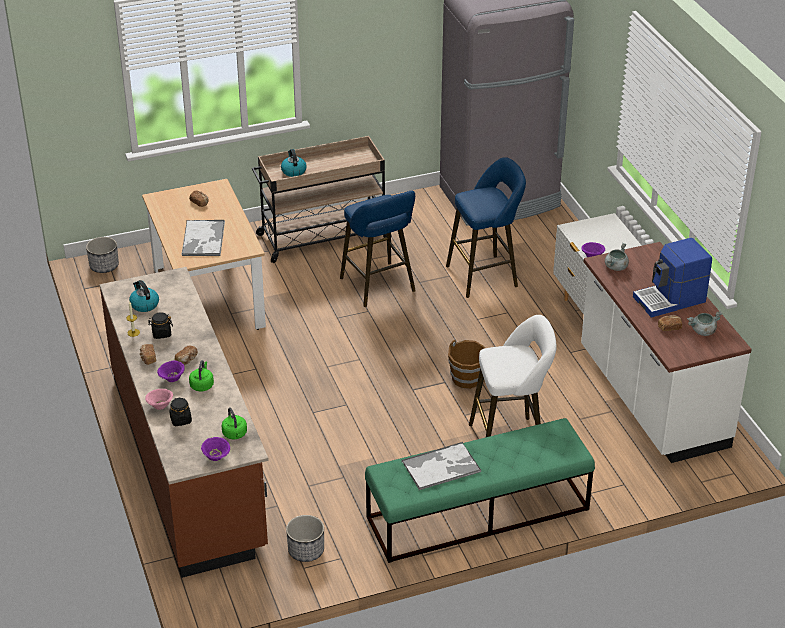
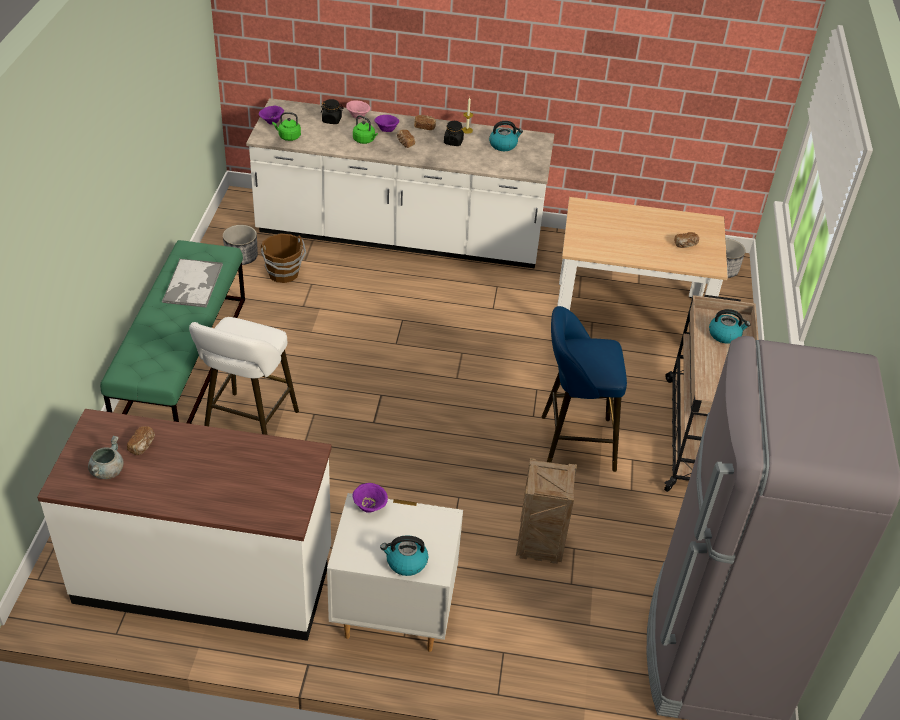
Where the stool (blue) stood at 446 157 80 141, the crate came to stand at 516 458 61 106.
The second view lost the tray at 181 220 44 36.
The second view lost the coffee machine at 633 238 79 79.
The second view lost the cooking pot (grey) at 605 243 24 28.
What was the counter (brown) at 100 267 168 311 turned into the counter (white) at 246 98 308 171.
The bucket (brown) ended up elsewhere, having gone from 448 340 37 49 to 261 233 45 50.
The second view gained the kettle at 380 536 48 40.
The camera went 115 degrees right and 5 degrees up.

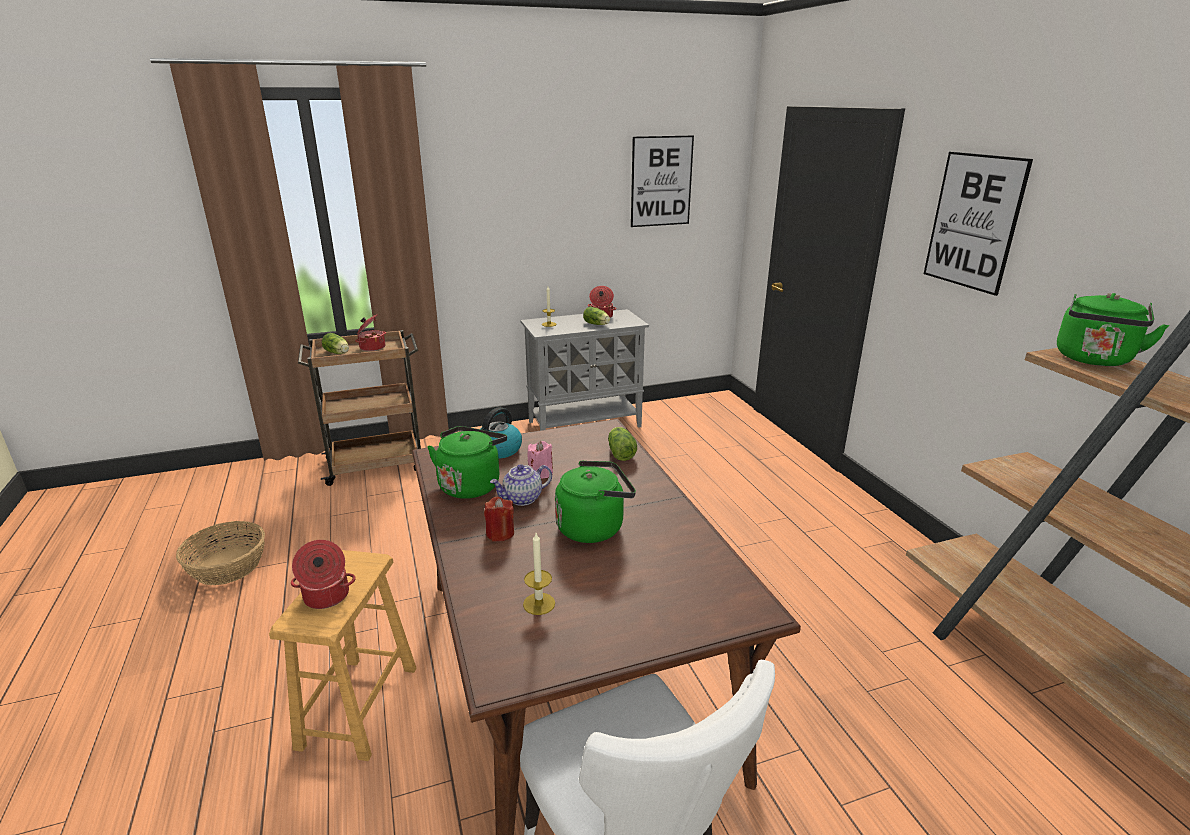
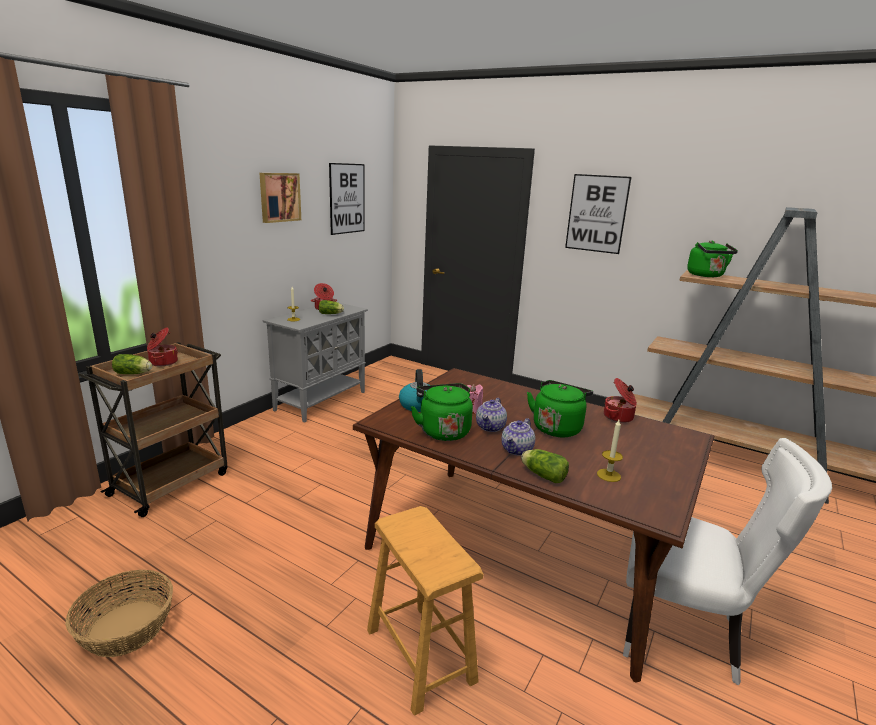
The lettuce ended up elsewhere, having gone from 608 427 29 34 to 521 449 48 34.
Where the candle (red) stood at 484 497 30 44, the teapot came to stand at 501 418 34 38.
The cooking pot ended up elsewhere, having gone from 291 540 64 69 to 604 378 33 45.
The second view gained the picture at 259 173 42 50.
The camera went 40 degrees left and 5 degrees down.

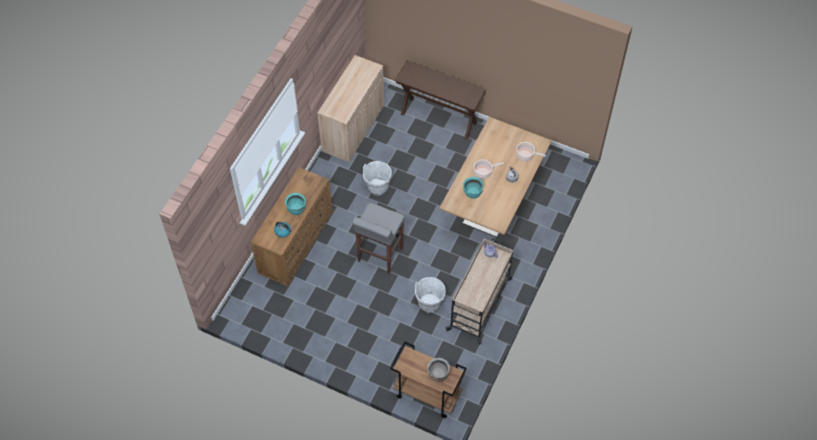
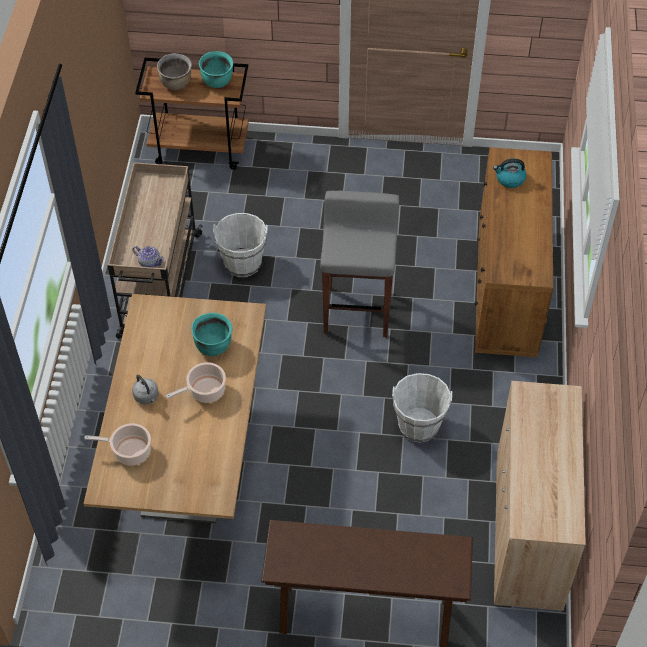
The cooking pot (turquoise) ended up elsewhere, having gone from 285 193 21 22 to 199 51 34 37.
The camera went 160 degrees right and 5 degrees down.

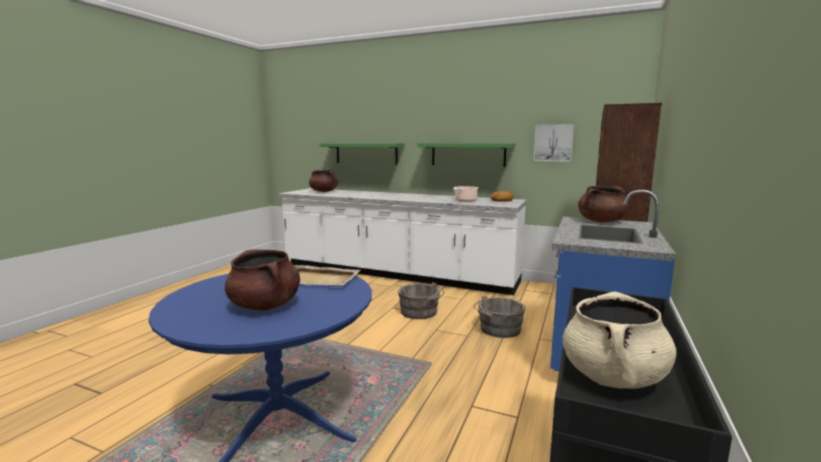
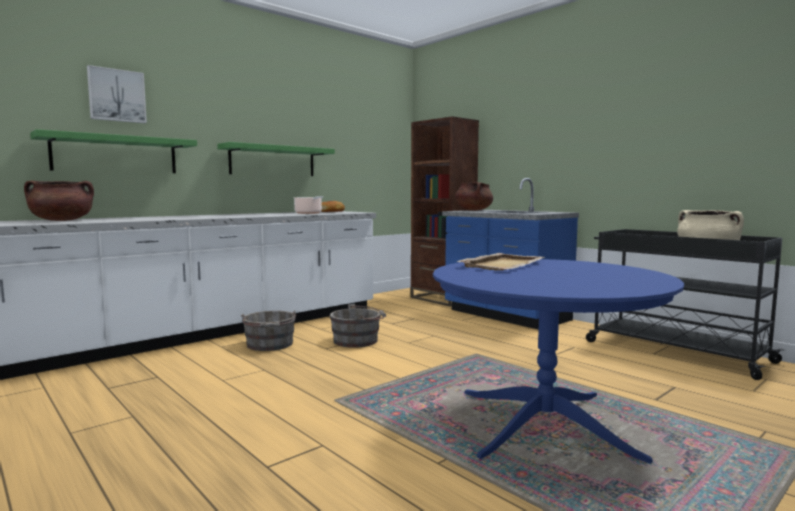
The picture ended up elsewhere, having gone from 534 124 40 38 to 87 65 60 58.
The second view lost the cooking pot (brown) at 225 249 75 62.
The bucket (grey) ended up elsewhere, having gone from 474 295 52 43 to 241 310 56 41.
The camera went 65 degrees left and 5 degrees down.

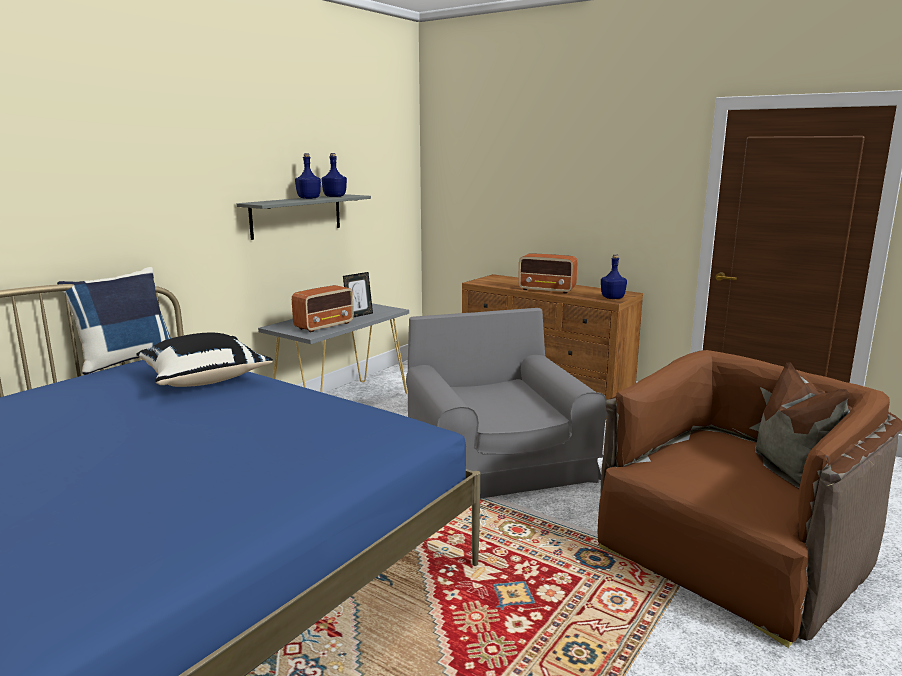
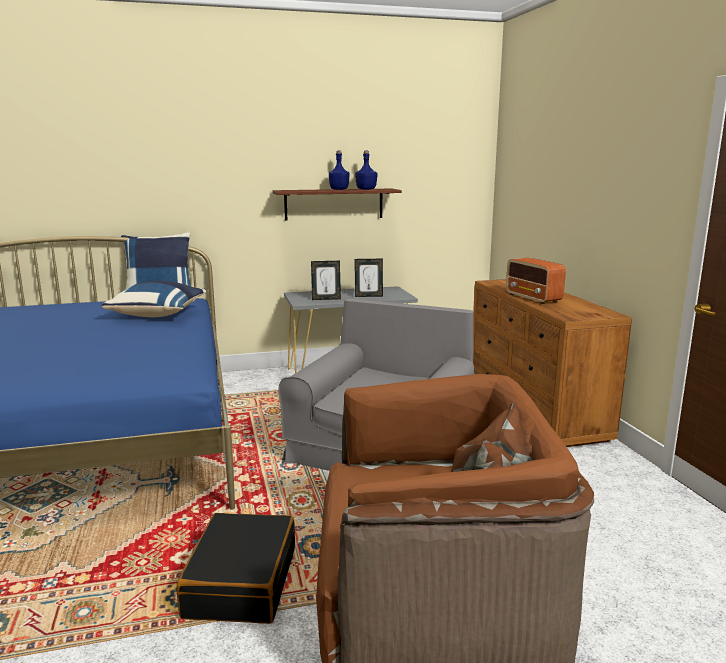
What was the shelf (grey) at 236 194 135 46 turned into the shelf (brown) at 273 189 129 32.
The second view lost the bottle (blue) at 601 254 26 45.
Where the radio stood at 292 285 62 47, the picture frame came to stand at 311 261 30 39.
What was the pillow (black) at 136 333 137 54 turned into the pillow (blue) at 102 281 104 36.
The second view gained the suitcase (black) at 177 513 118 111.
The camera went 40 degrees right and 0 degrees up.

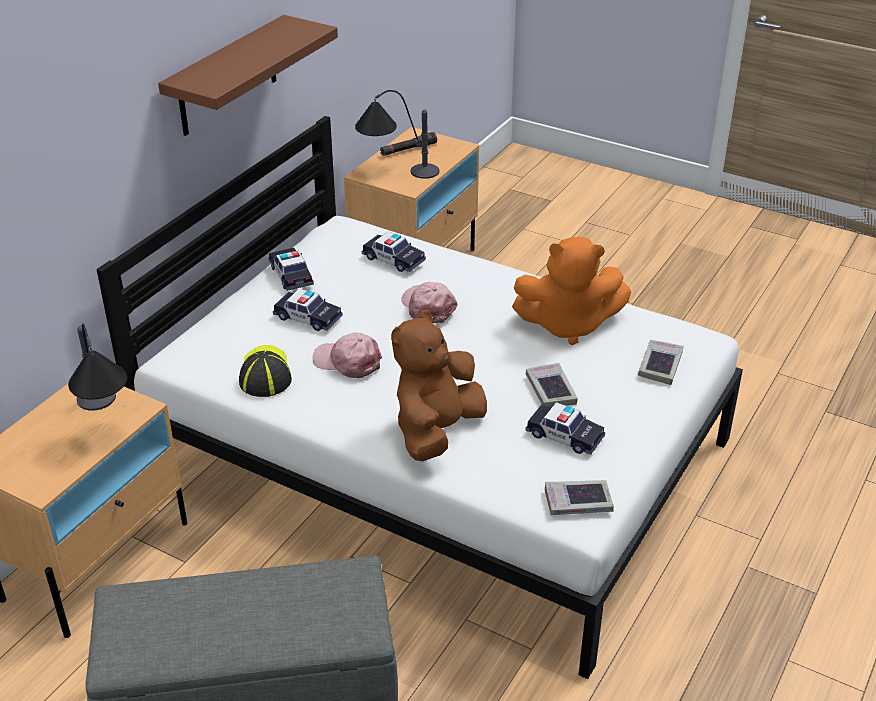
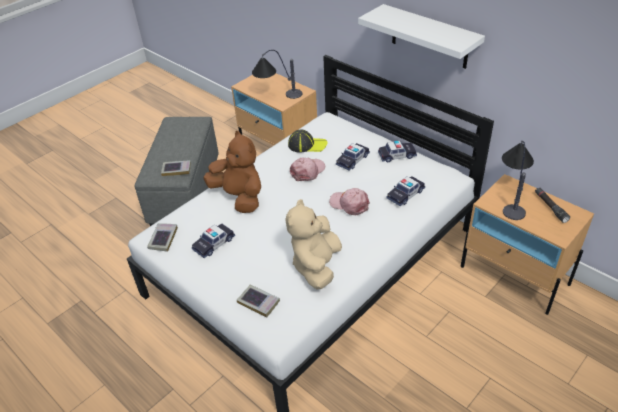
What was the shelf (brown) at 158 15 180 121 turned into the shelf (white) at 358 4 127 65.
What was the plush toy (orange) at 512 237 119 108 turned into the plush toy (beige) at 285 199 57 90.
The cap (pink) at 401 282 56 41 ended up facing another way, 135 degrees counterclockwise from before.
The book ended up elsewhere, having gone from 526 363 52 44 to 161 160 30 16.
The camera went 105 degrees right and 5 degrees up.

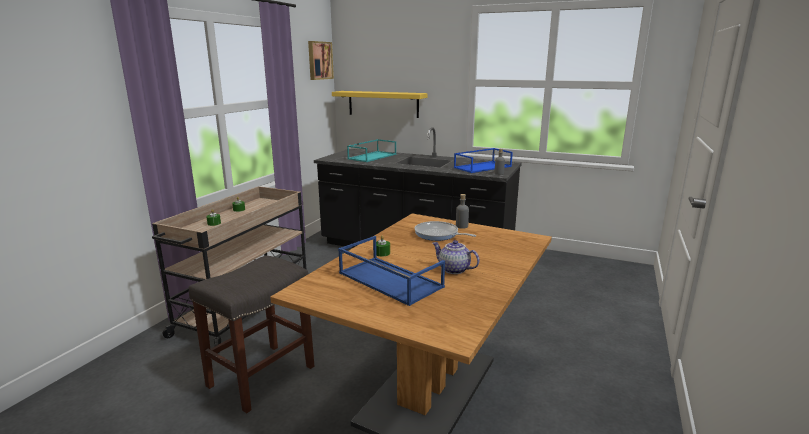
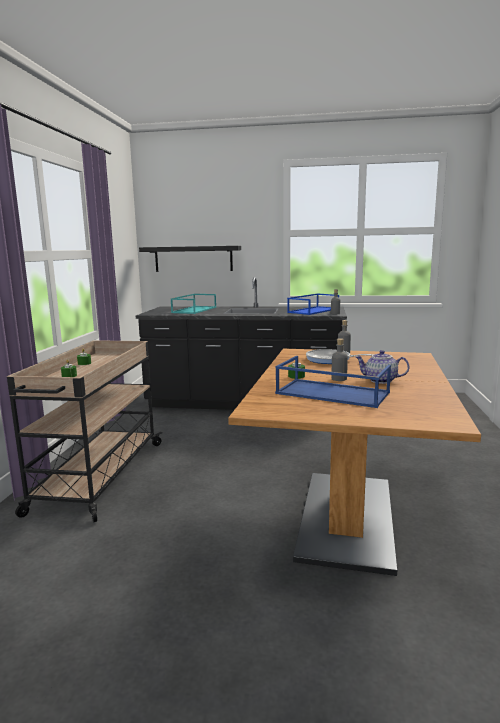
The second view lost the picture at 308 41 26 39.
What was the shelf (yellow) at 332 91 96 27 turned into the shelf (black) at 139 246 102 26.
The second view lost the stool (grey) at 189 255 125 158.
The second view gained the bottle (grey) at 332 338 16 43.
The camera went 15 degrees left and 5 degrees down.

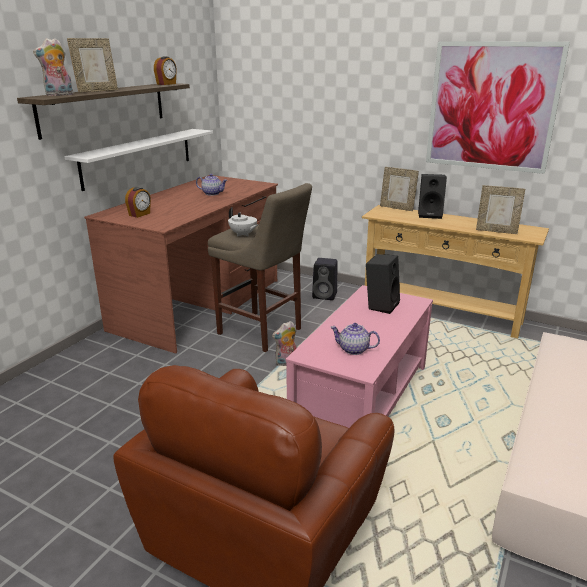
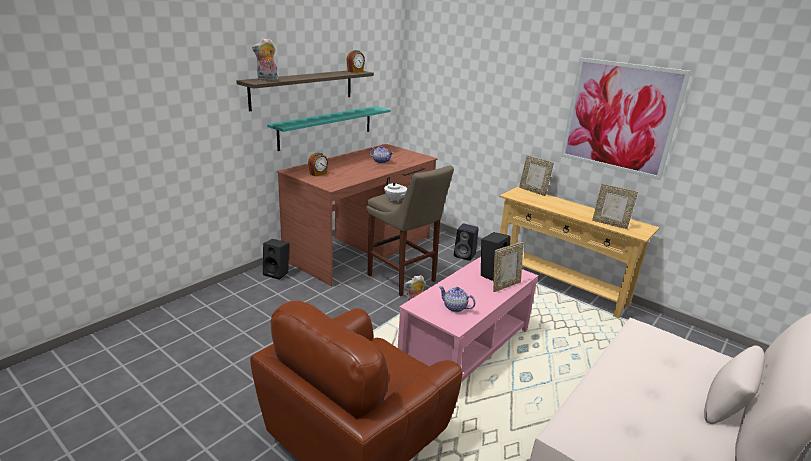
The picture frame ended up elsewhere, having gone from 67 38 51 55 to 493 242 31 50.
What was the shelf (white) at 64 129 149 62 turned into the shelf (turquoise) at 267 106 124 45.
The speaker (black) ended up elsewhere, having gone from 418 174 29 45 to 263 239 26 41.
The camera went 10 degrees right and 0 degrees up.

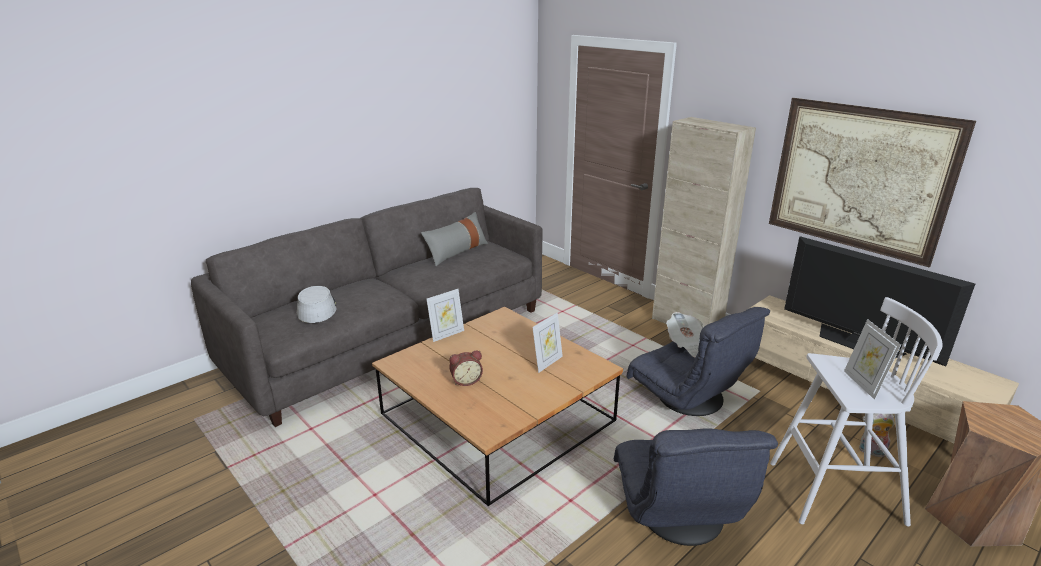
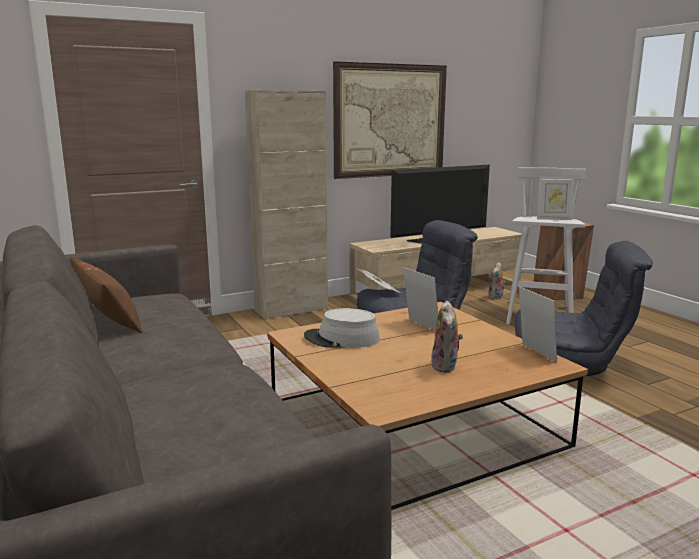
What was the pillow (grey) at 421 212 67 54 turned into the pillow (brown) at 70 256 73 77.
The hat (grey) ended up elsewhere, having gone from 297 286 40 37 to 304 308 76 40.
The picture frame ended up elsewhere, having gone from 426 289 38 53 to 519 286 38 77.
Where the alarm clock stood at 449 350 34 36, the plush toy came to stand at 431 301 32 72.
The camera went 75 degrees left and 10 degrees down.

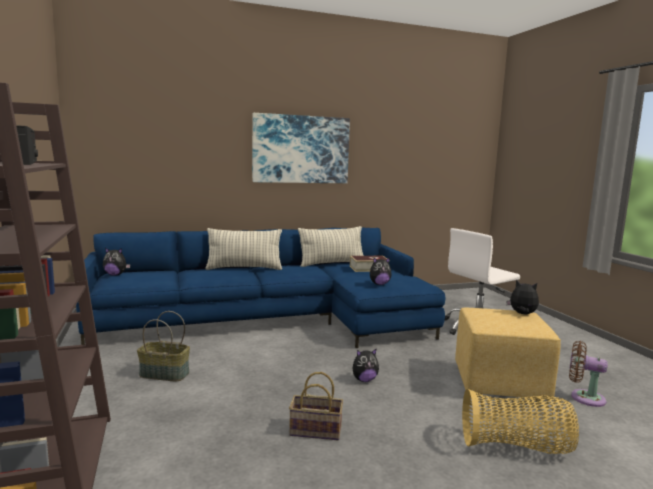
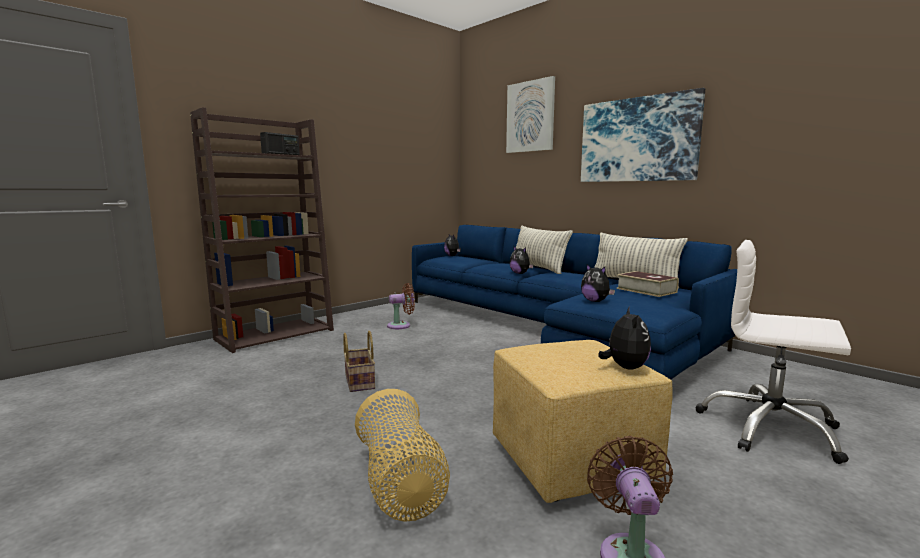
Where the basket stood at 137 311 53 70, the fan (brown) came to stand at 387 283 28 46.
The plush toy ended up elsewhere, having gone from 353 349 26 33 to 510 246 23 28.
The second view gained the picture at 506 76 49 77.
The camera went 65 degrees right and 0 degrees up.

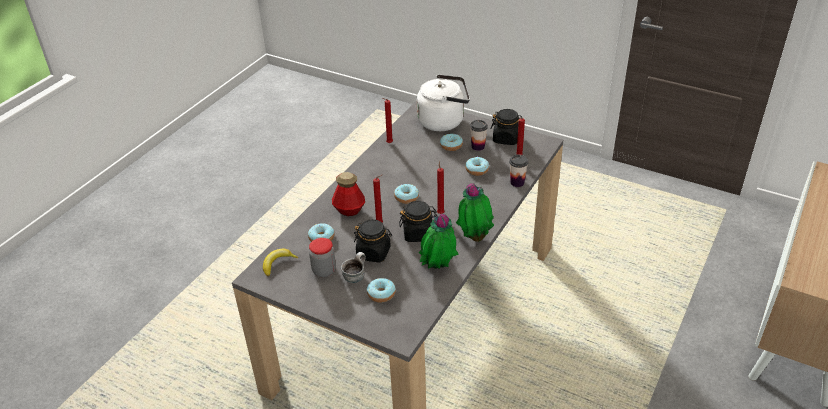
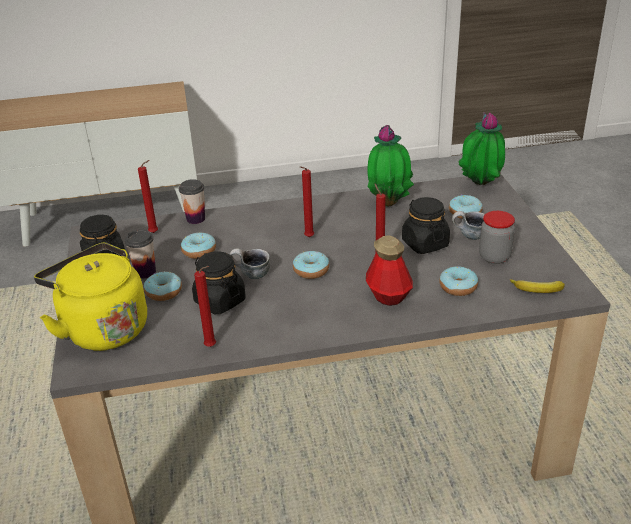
What was the kettle (white) at 417 74 53 57 turned into the kettle (yellow) at 34 242 113 109.
The potted plant ended up elsewhere, having gone from 456 183 38 59 to 458 112 47 74.
The jar (black) ended up elsewhere, having gone from 399 201 38 41 to 192 251 54 63.
The second view gained the mug at 229 249 41 30.
The camera went 130 degrees left and 5 degrees down.

